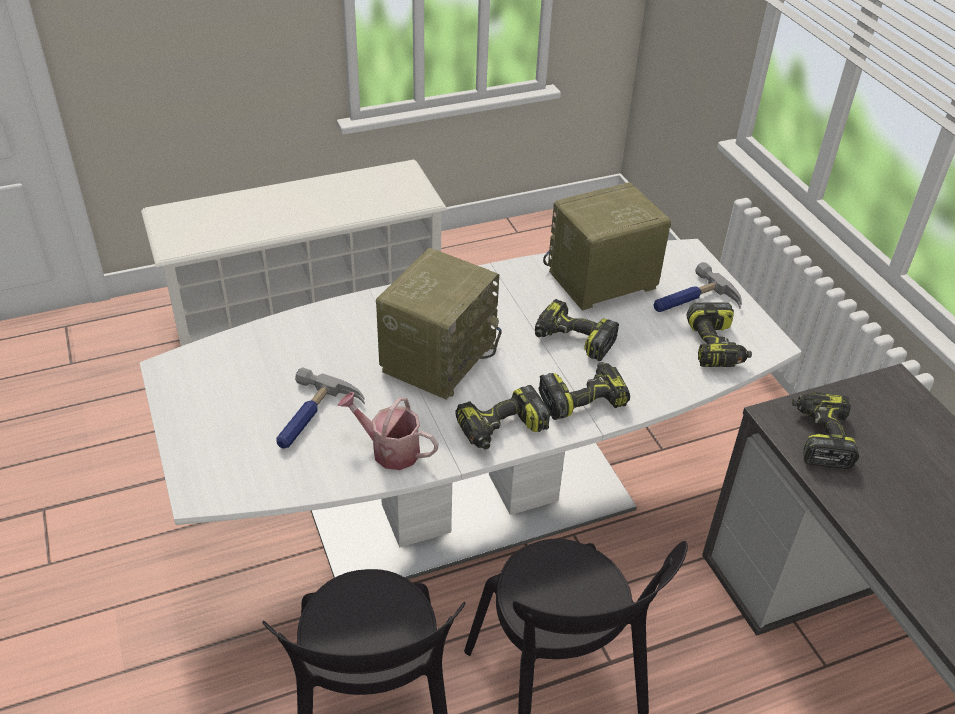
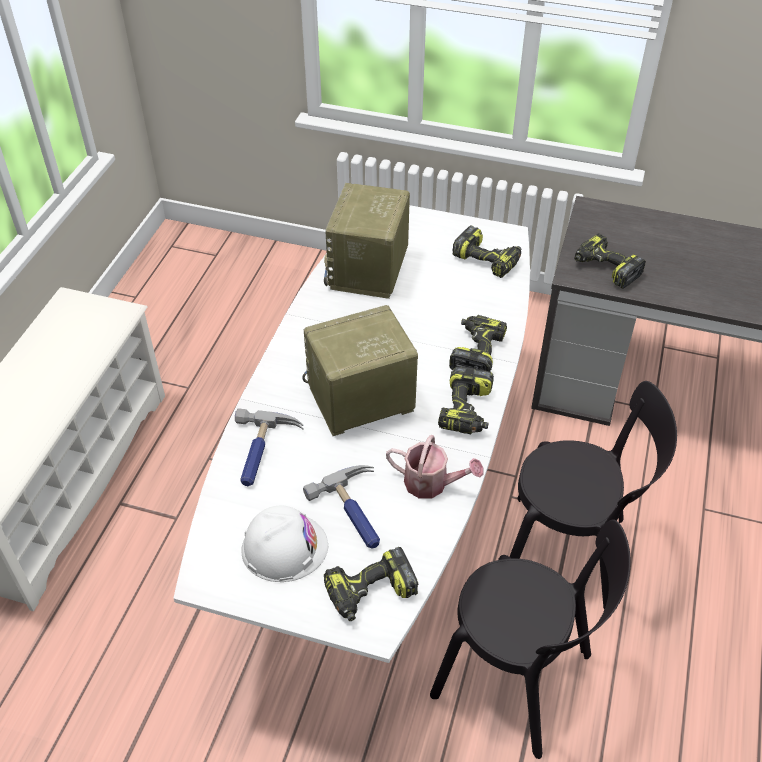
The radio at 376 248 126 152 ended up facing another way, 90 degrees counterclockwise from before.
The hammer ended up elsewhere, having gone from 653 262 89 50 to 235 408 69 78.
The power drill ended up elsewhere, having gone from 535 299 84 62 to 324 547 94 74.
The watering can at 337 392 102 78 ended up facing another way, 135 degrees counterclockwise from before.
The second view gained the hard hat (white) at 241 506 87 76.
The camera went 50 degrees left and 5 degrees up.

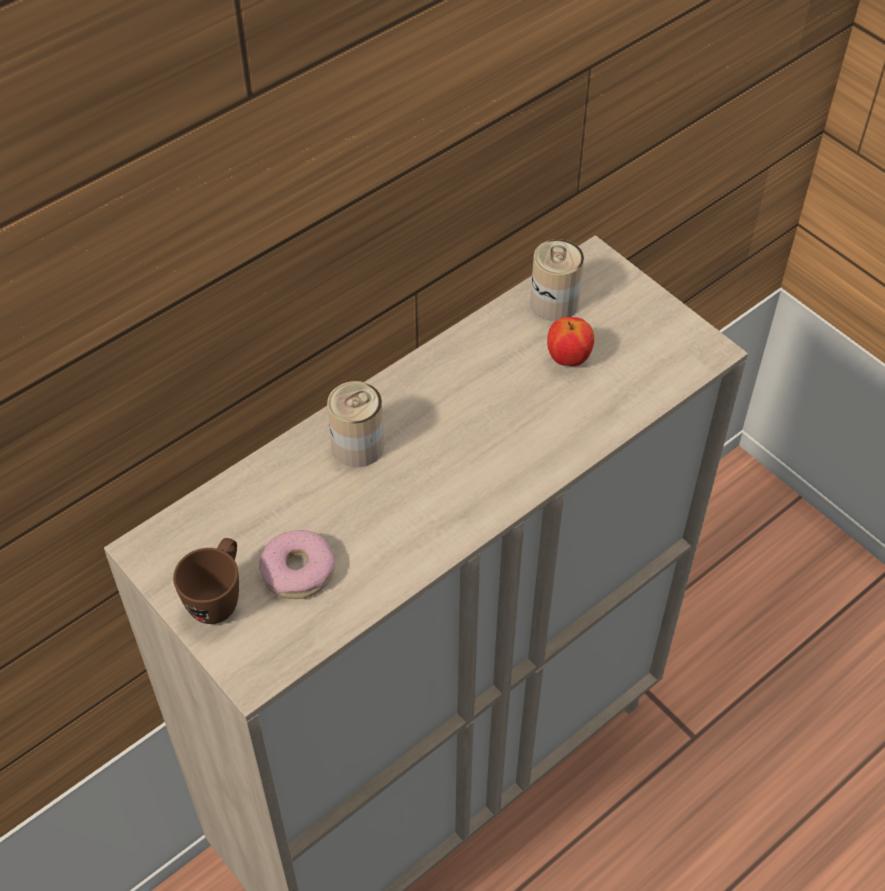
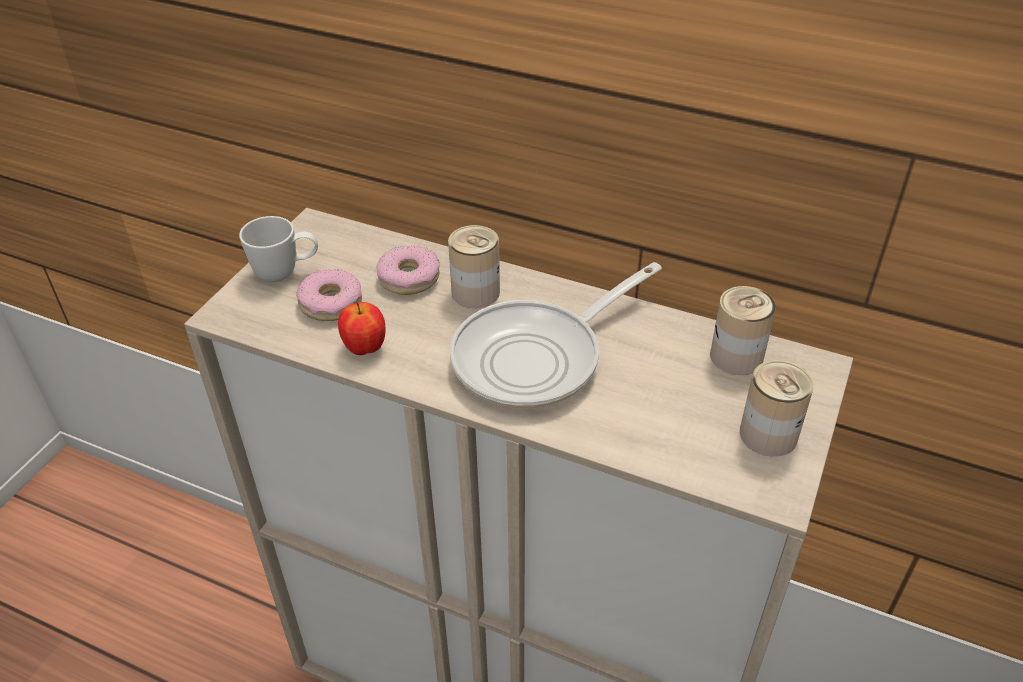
The apple ended up elsewhere, having gone from 547 317 47 49 to 338 302 47 53.
What was the mug (brown) at 173 538 66 86 turned into the mug (white) at 239 216 79 66.
The second view gained the donut at 376 246 64 49.
The second view gained the frying pan at 450 262 212 147.
The second view gained the can at 740 360 74 97.
The camera went 65 degrees right and 10 degrees down.

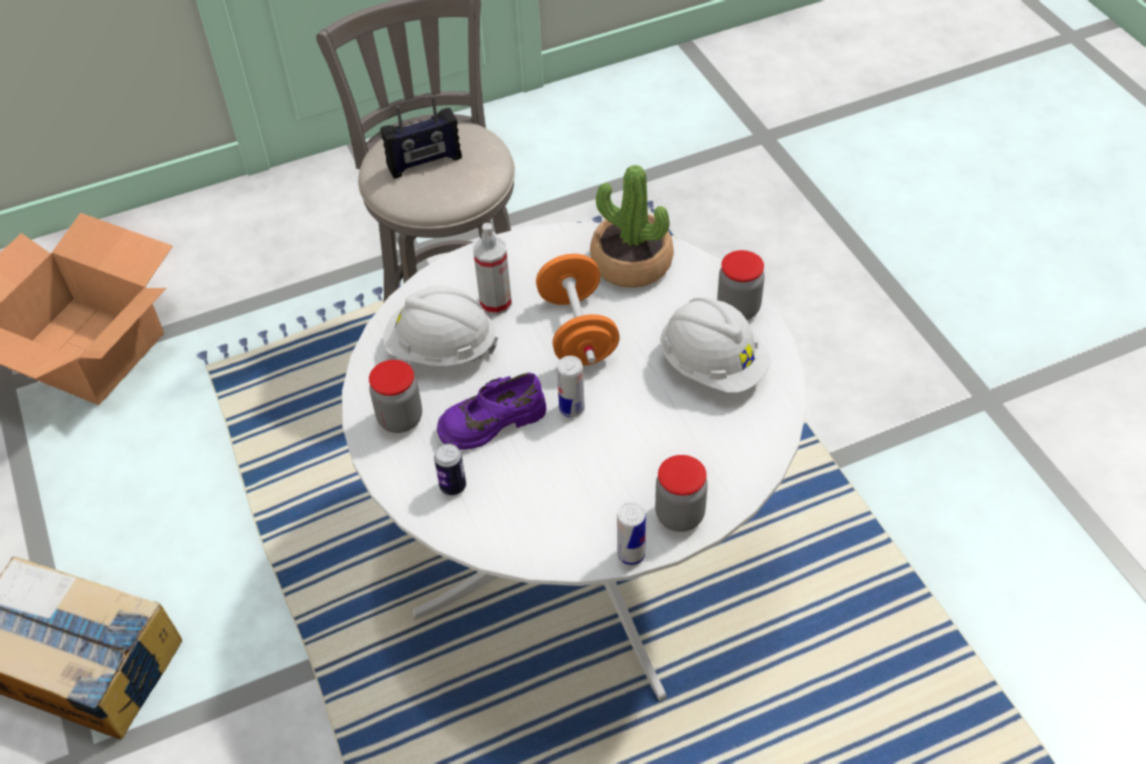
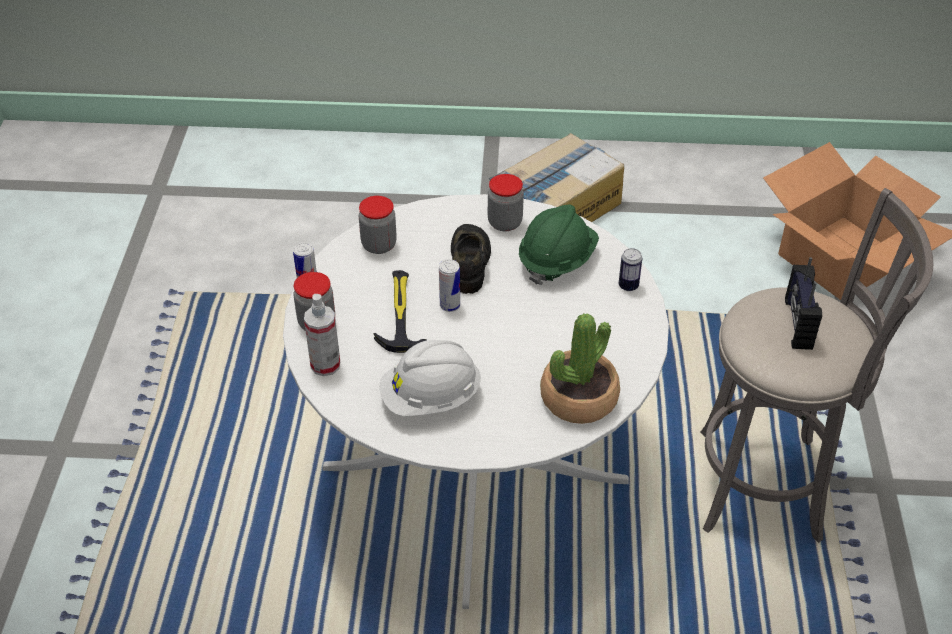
The spray bottle ended up elsewhere, having gone from 473 223 39 92 to 304 294 36 82.
The jar ended up elsewhere, having gone from 717 250 48 70 to 359 196 38 58.
The second view lost the dumbbell (orange) at 536 254 84 112.
What was the hard hat (white) at 383 285 115 81 turned into the hard hat (green) at 519 204 80 81.
What was the shoe (purple) at 437 373 109 77 turned into the shoe (black) at 451 224 40 70.
The can ended up elsewhere, having gone from 434 443 32 52 to 619 248 23 43.
The second view gained the hammer at 374 270 53 83.
The camera went 115 degrees right and 5 degrees down.

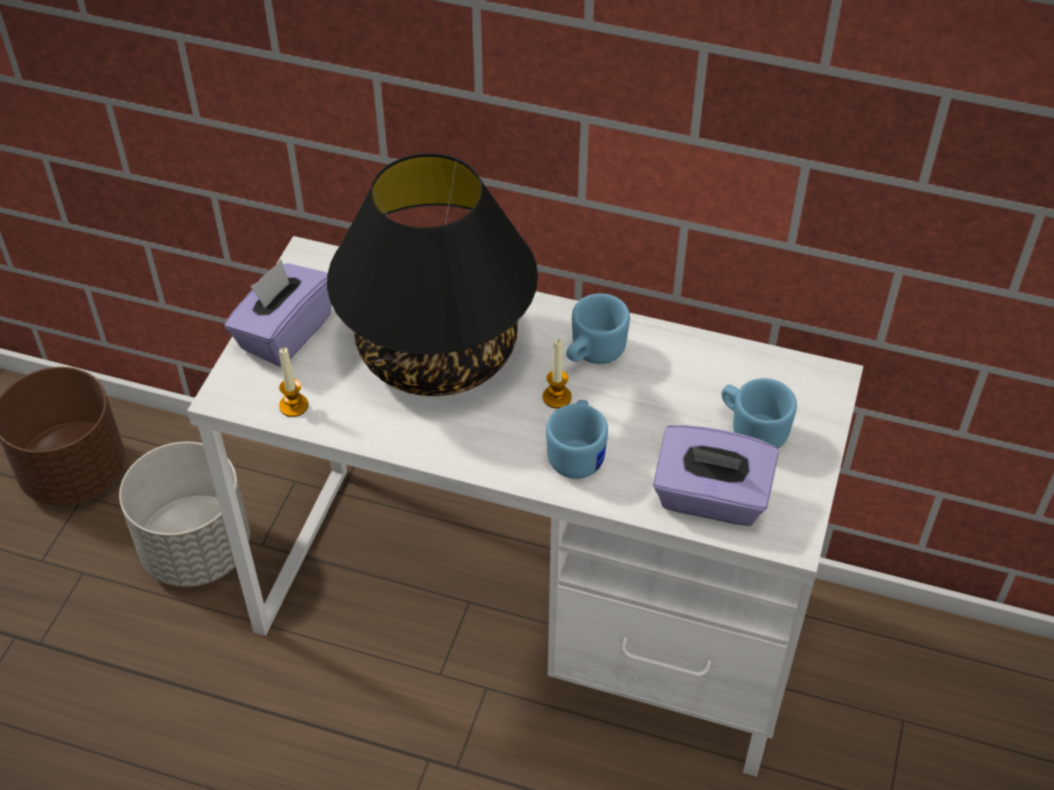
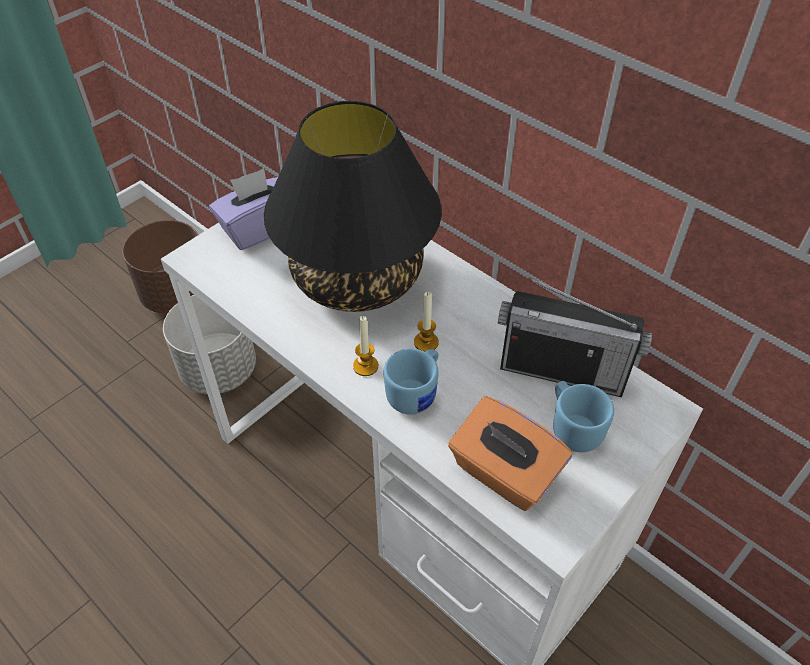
The second view lost the mug (blue) at 566 293 64 71.
The candle ended up elsewhere, having gone from 279 348 29 69 to 353 316 25 60.
What was the tissue box (purple) at 653 425 126 101 turned into the tissue box (orange) at 448 396 124 115.
The second view gained the radio at 498 277 154 120.
The camera went 25 degrees right and 0 degrees up.

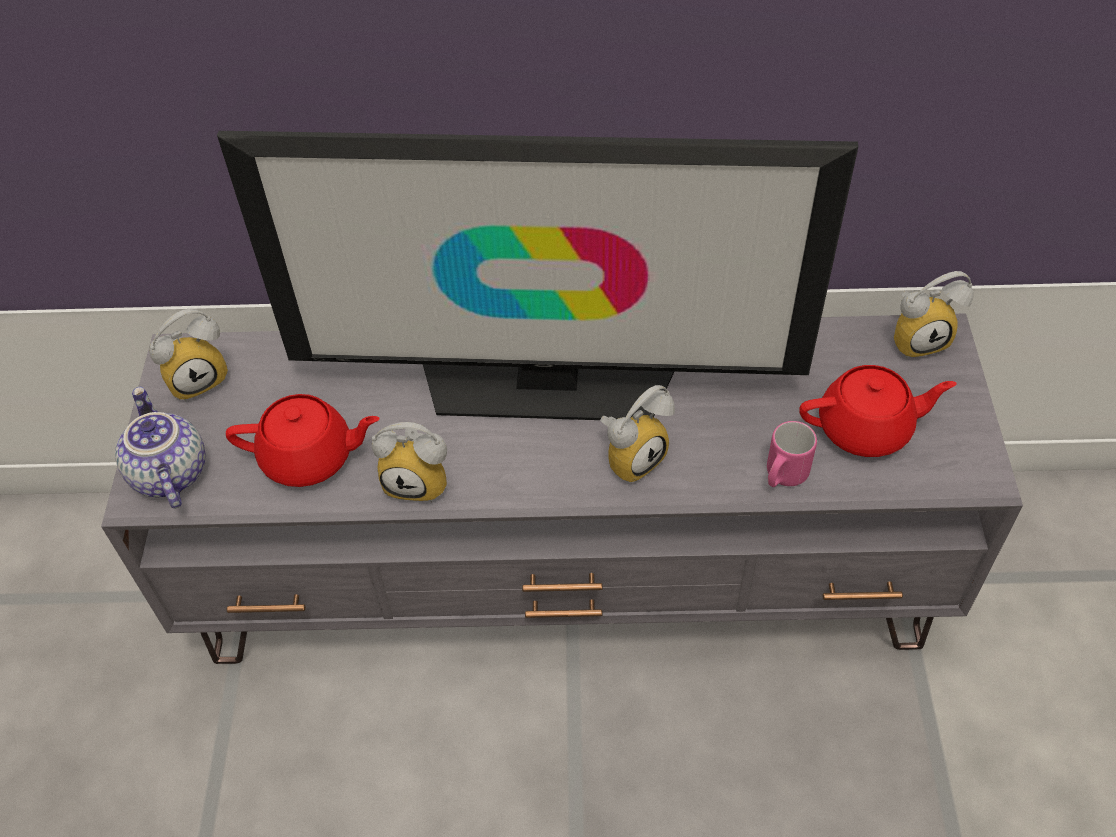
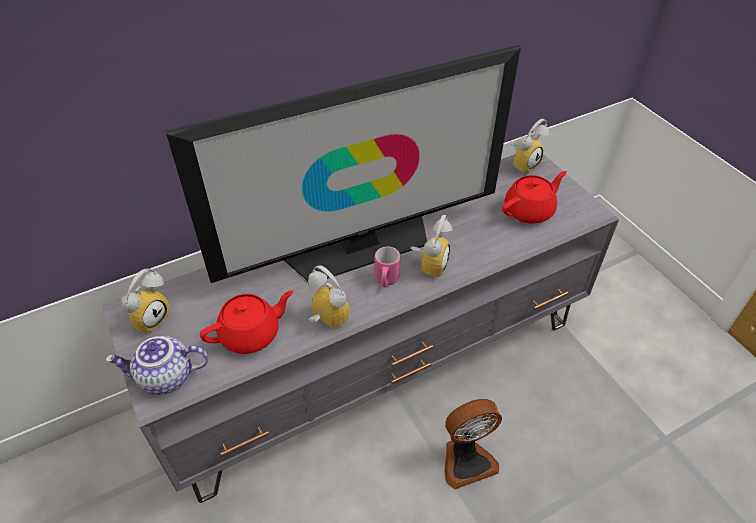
The teapot at 115 387 90 122 ended up facing another way, 45 degrees counterclockwise from before.
The mug (pink) ended up elsewhere, having gone from 767 421 50 66 to 375 246 25 41.
The alarm clock at 371 422 76 80 ended up facing another way, 120 degrees counterclockwise from before.
The second view gained the fan at 444 399 58 90.
The camera went 30 degrees left and 5 degrees down.

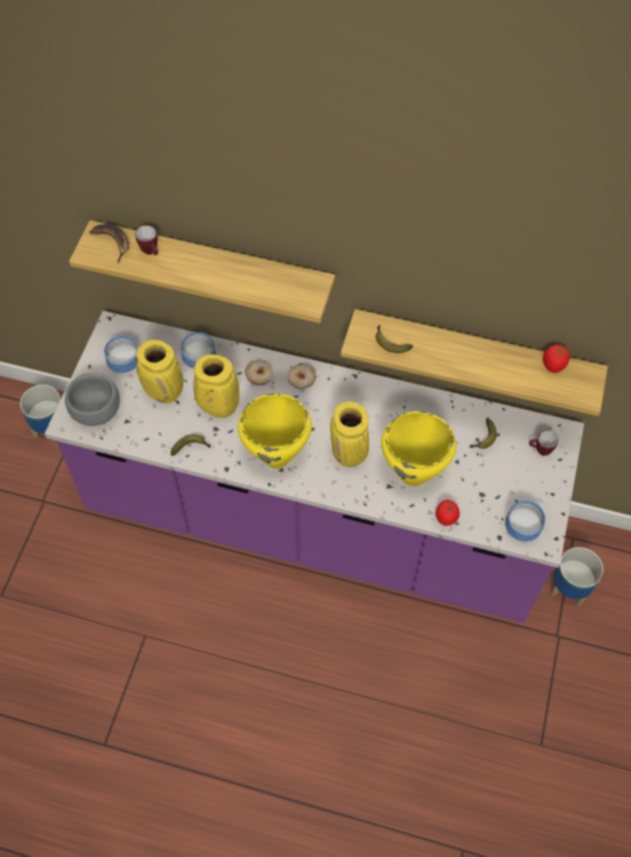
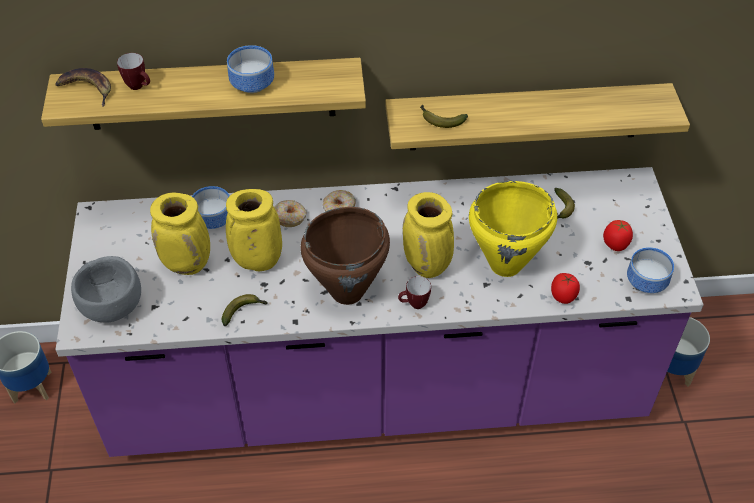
The bowl ended up elsewhere, having gone from 104 336 34 37 to 227 45 47 48.
The tomato ended up elsewhere, having gone from 543 345 27 28 to 603 220 30 31.
What was the cooking pot (yellow) at 238 394 74 74 turned into the cooking pot (brown) at 301 207 89 98.
The mug ended up elsewhere, having gone from 529 431 29 25 to 398 276 33 33.
The camera went 20 degrees left and 10 degrees down.

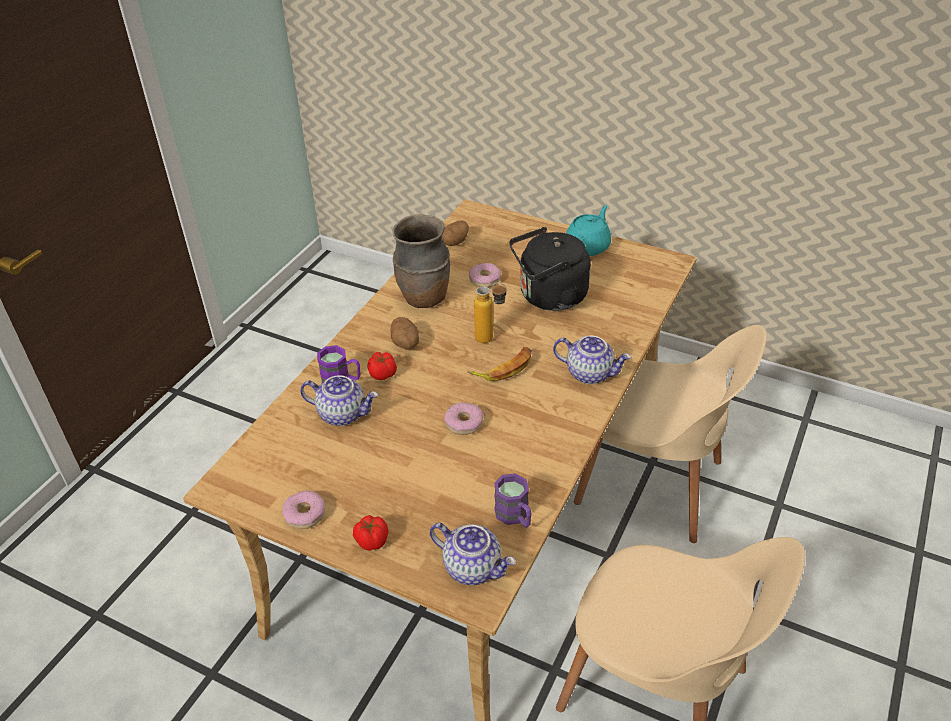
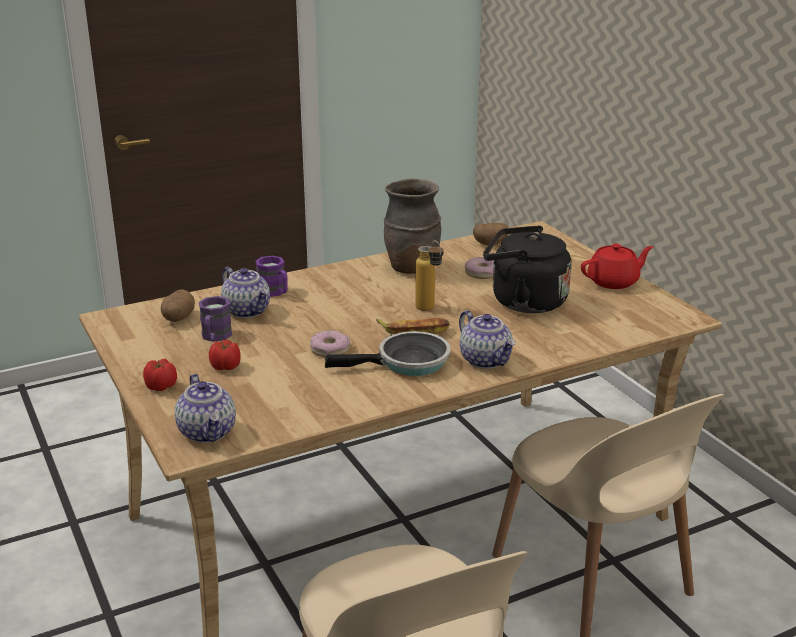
What was the teapot (turquoise) at 566 205 45 51 turned into the teapot (red) at 581 244 73 45.
The potato ended up elsewhere, having gone from 391 317 28 33 to 161 290 34 32.
The tomato ended up elsewhere, having gone from 368 352 29 28 to 209 340 32 30.
The mug (purple) ended up elsewhere, having gone from 494 473 37 55 to 199 296 33 46.
The second view lost the donut at 282 490 43 39.
The second view gained the frying pan at 325 331 125 45.
The camera went 35 degrees right and 15 degrees down.

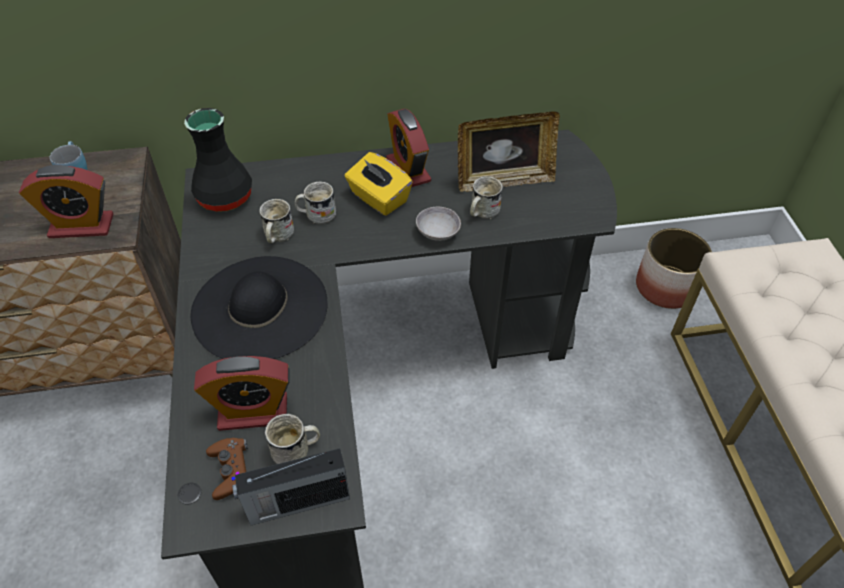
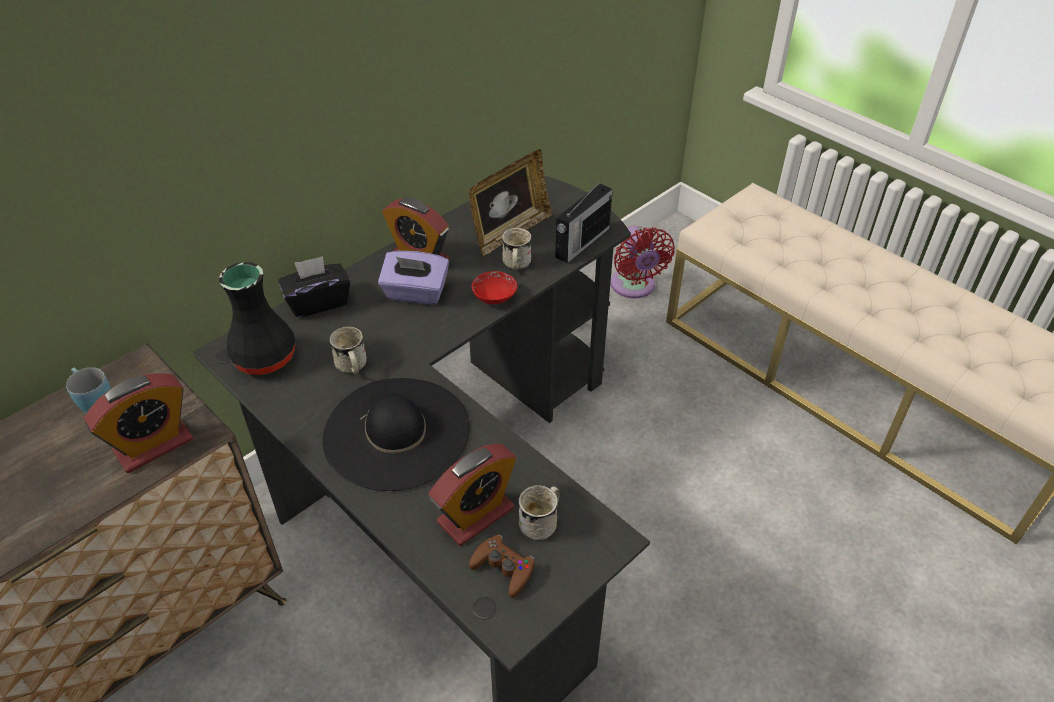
What was the tissue box (yellow) at 344 152 69 64 turned into the tissue box (purple) at 378 251 71 53.
The second view lost the mug (white) at 295 182 41 42.
What was the bowl (grey) at 416 207 45 34 turned into the bowl (red) at 472 271 46 33.
Where the planter stood at 636 228 76 81, the fan (red) came to stand at 611 225 64 73.
The radio ended up elsewhere, having gone from 232 448 118 77 to 555 179 58 84.
The second view gained the tissue box (black) at 278 256 72 62.
The camera went 35 degrees left and 5 degrees down.

